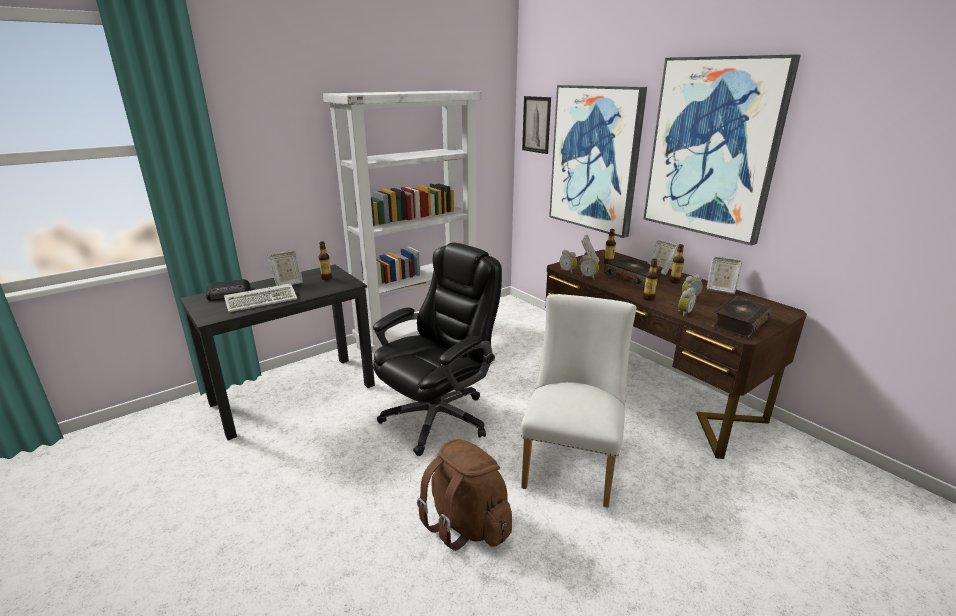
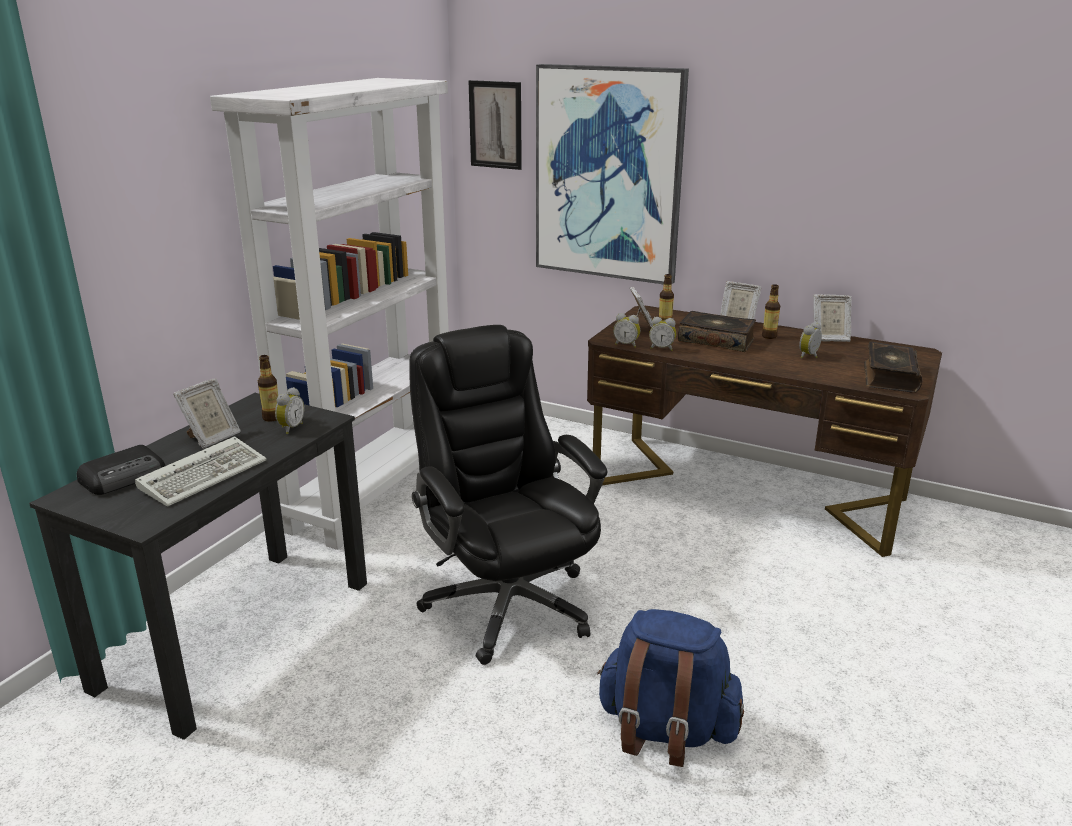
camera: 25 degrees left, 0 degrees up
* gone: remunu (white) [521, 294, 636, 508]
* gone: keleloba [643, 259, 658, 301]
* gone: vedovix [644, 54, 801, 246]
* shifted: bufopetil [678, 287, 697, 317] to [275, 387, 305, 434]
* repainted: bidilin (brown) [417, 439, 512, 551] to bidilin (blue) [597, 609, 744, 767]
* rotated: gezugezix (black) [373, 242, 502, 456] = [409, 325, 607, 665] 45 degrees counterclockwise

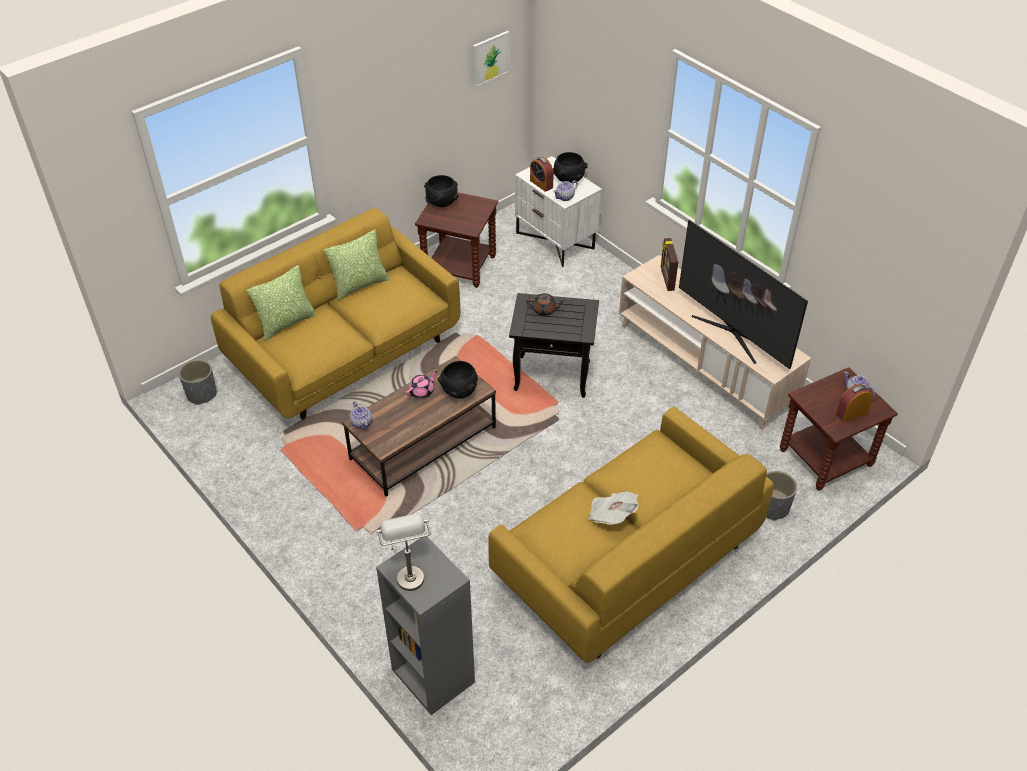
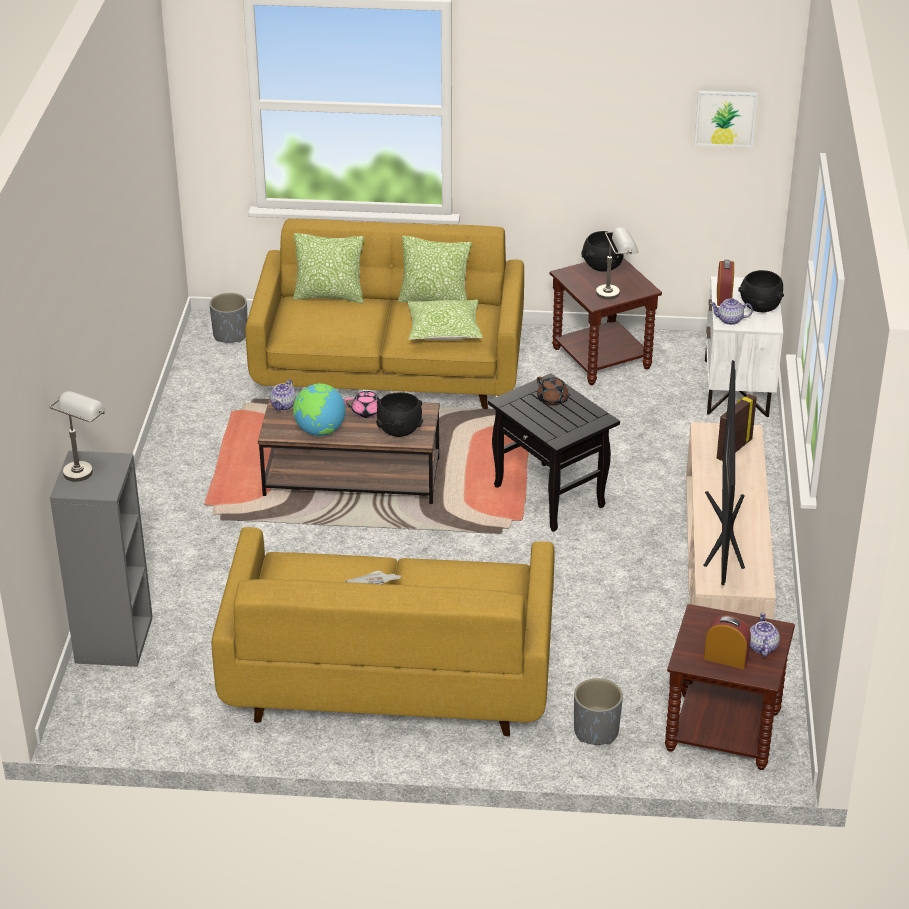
camera: 45 degrees right, 10 degrees down
* new: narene [293, 383, 346, 436]
* new: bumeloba [408, 300, 483, 340]
* new: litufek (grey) [596, 227, 639, 300]

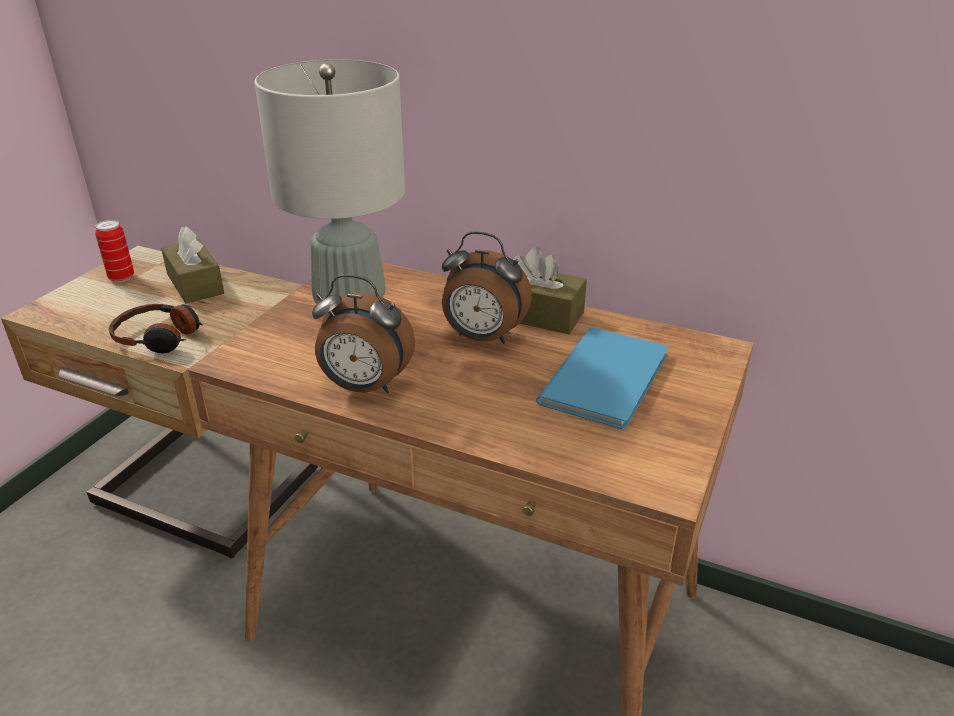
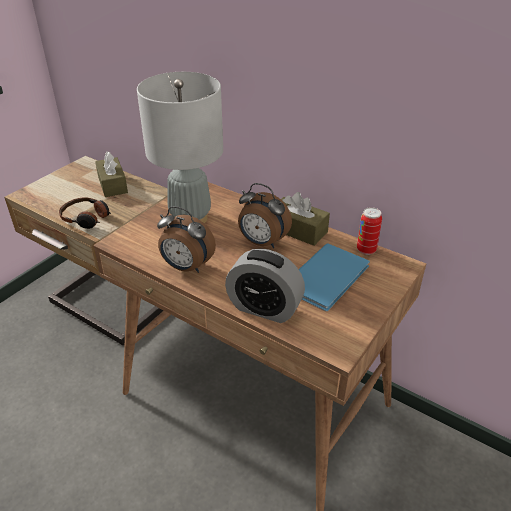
camera: 10 degrees right, 5 degrees up
* new: bufopetil [225, 249, 305, 323]
* shifted: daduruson [95, 220, 134, 282] to [357, 207, 382, 255]

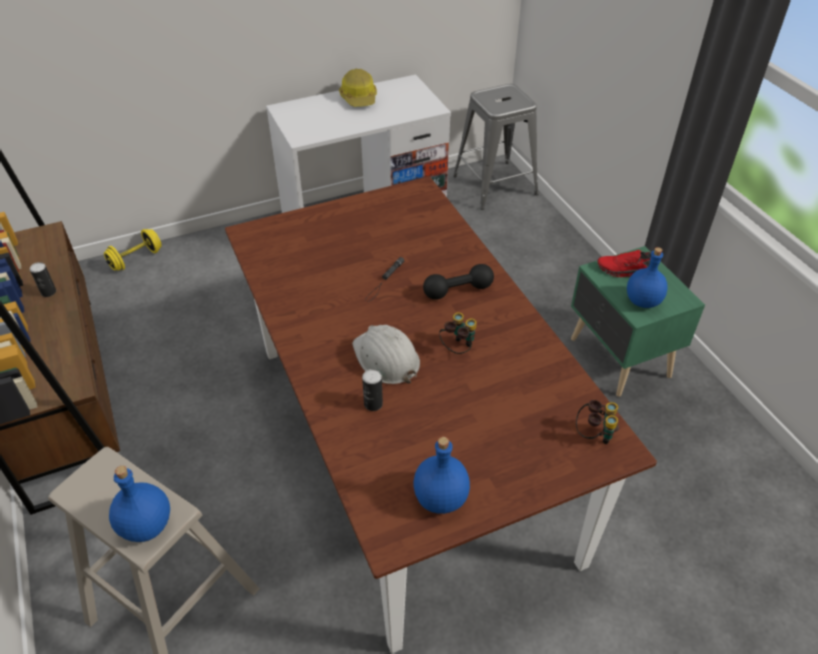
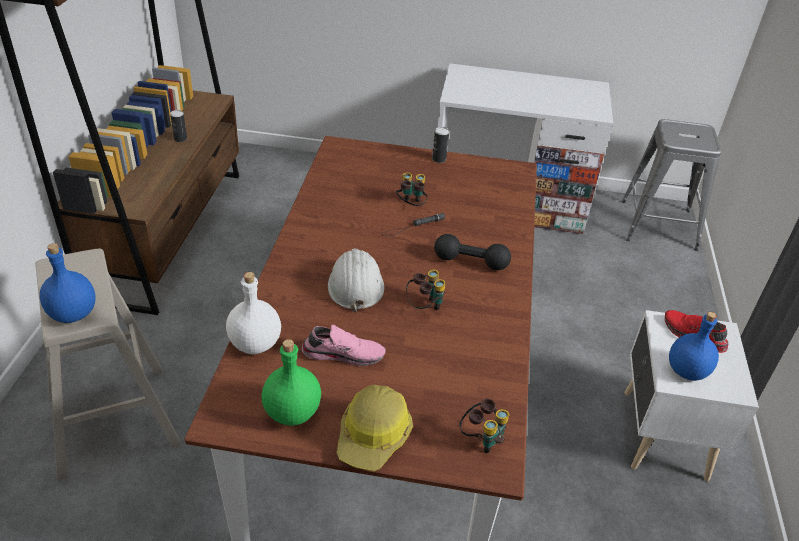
camera: 30 degrees right, 5 degrees down
* gone: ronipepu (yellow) [104, 229, 162, 271]
* new: keleloba (white) [226, 272, 281, 354]
* new: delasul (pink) [302, 325, 386, 366]
* new: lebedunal [396, 172, 428, 206]
* shifted: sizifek [339, 68, 377, 107] to [336, 385, 413, 471]
* shifted: daduruson [362, 369, 383, 411] to [432, 127, 449, 163]
* repainted: keleloba (blue) [414, 437, 470, 514] to keleloba (green) [261, 339, 321, 426]
* repainted: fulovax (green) [571, 246, 705, 397] to fulovax (white) [624, 310, 759, 482]

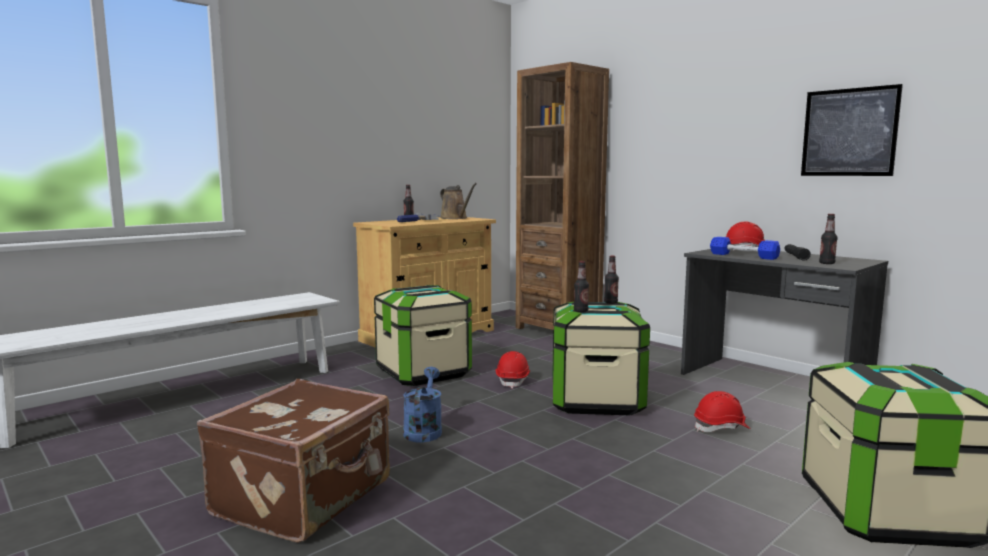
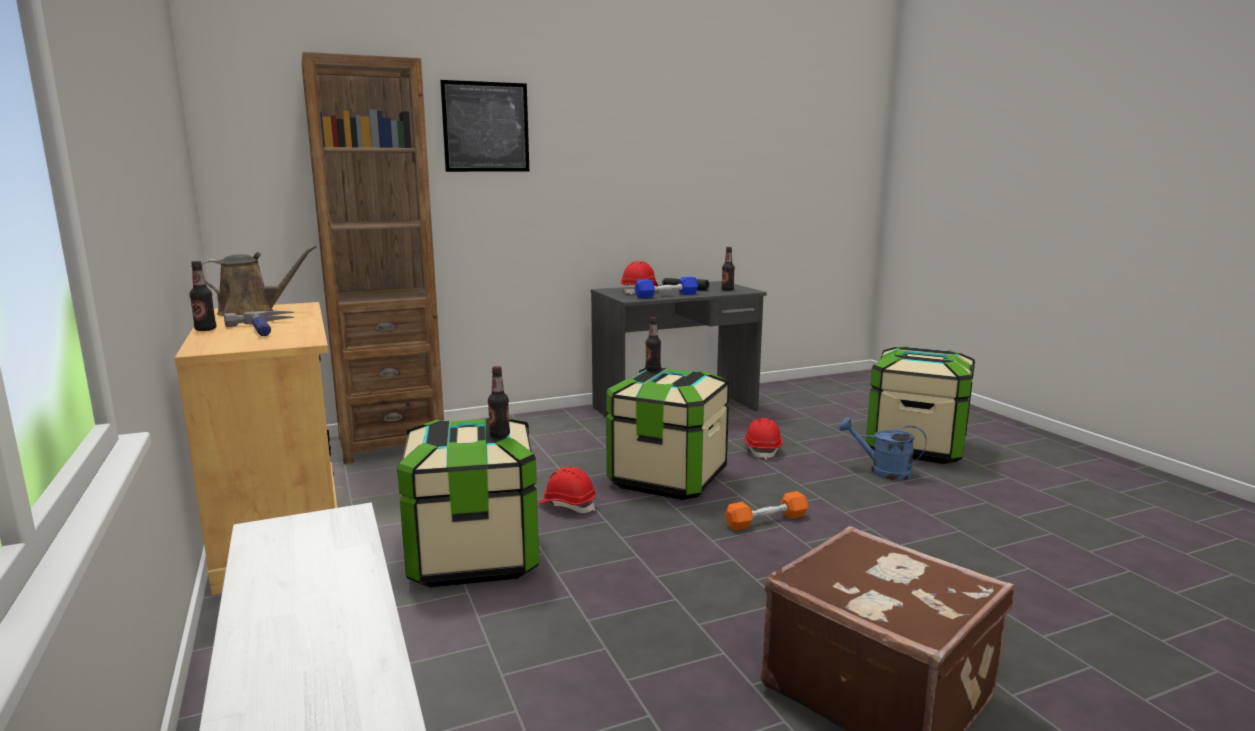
camera: 70 degrees left, 5 degrees up
* new: ronipepu (orange) [725, 491, 808, 531]
* shifted: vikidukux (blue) [403, 367, 442, 443] to [839, 417, 927, 481]
* shifted: keleloba [574, 261, 589, 312] to [488, 366, 510, 438]
* shifted: vedovix [801, 84, 903, 176] to [440, 80, 529, 172]

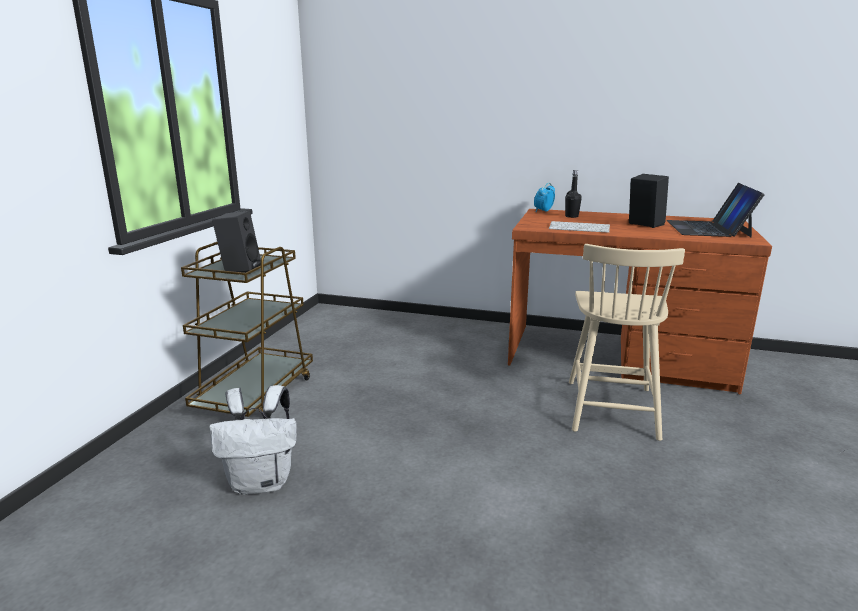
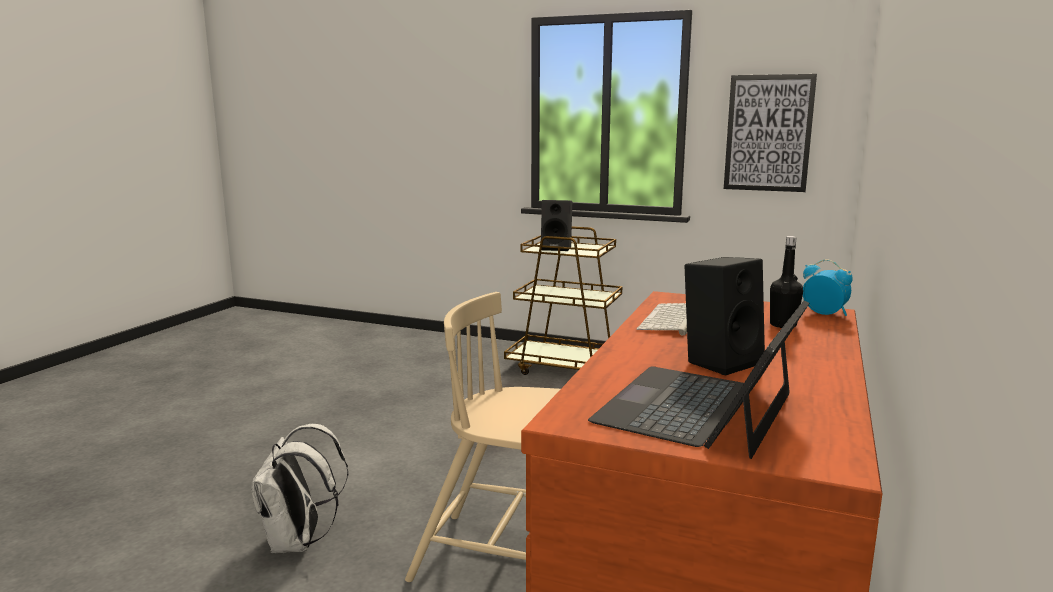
camera: 95 degrees right, 5 degrees down
* new: vedovix [724, 74, 817, 192]
* shifted: bidilin (white) [209, 385, 297, 495] to [251, 424, 349, 553]
* rotated: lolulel [667, 183, 765, 237] = [588, 300, 810, 459] 75 degrees counterclockwise

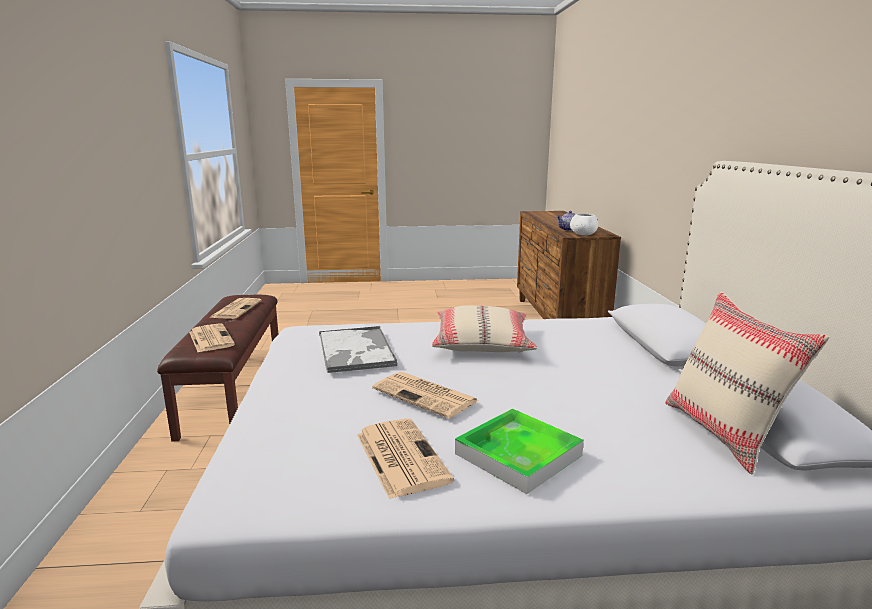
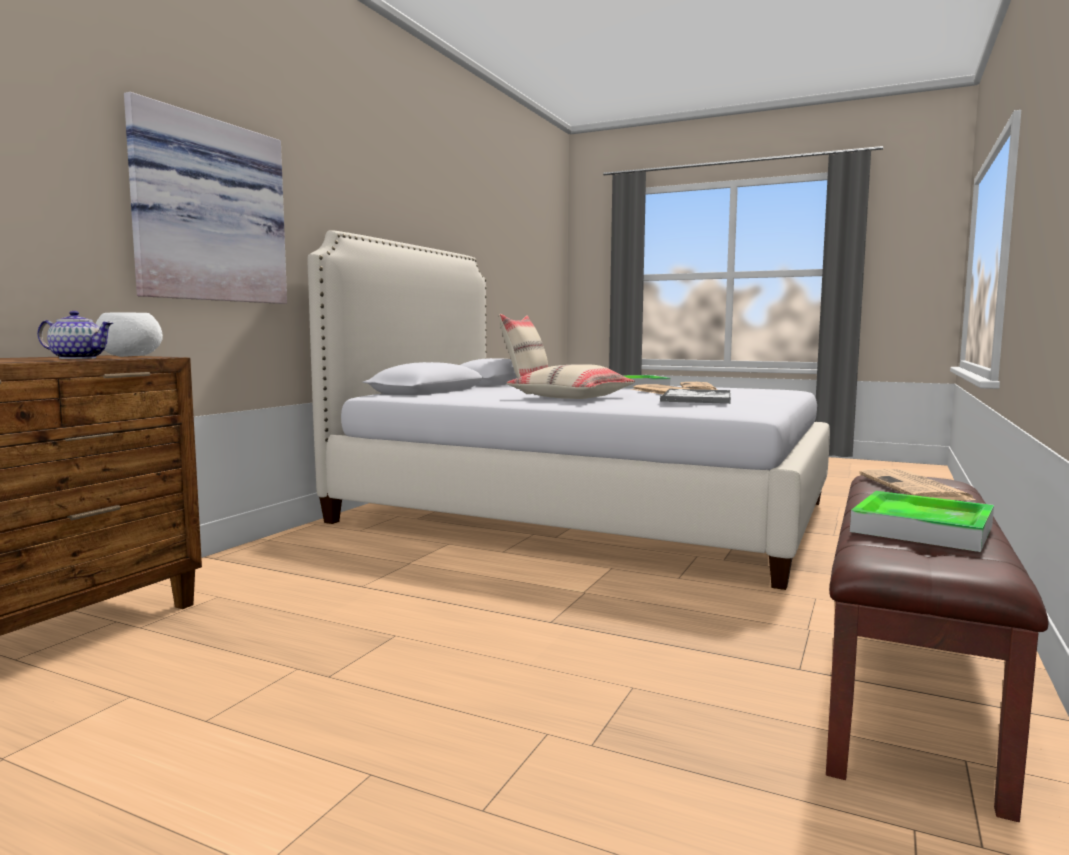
camera: 150 degrees left, 10 degrees down
* new: vedovix [124, 92, 287, 304]
* swapped: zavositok [210, 298, 262, 319] to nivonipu [850, 491, 994, 552]

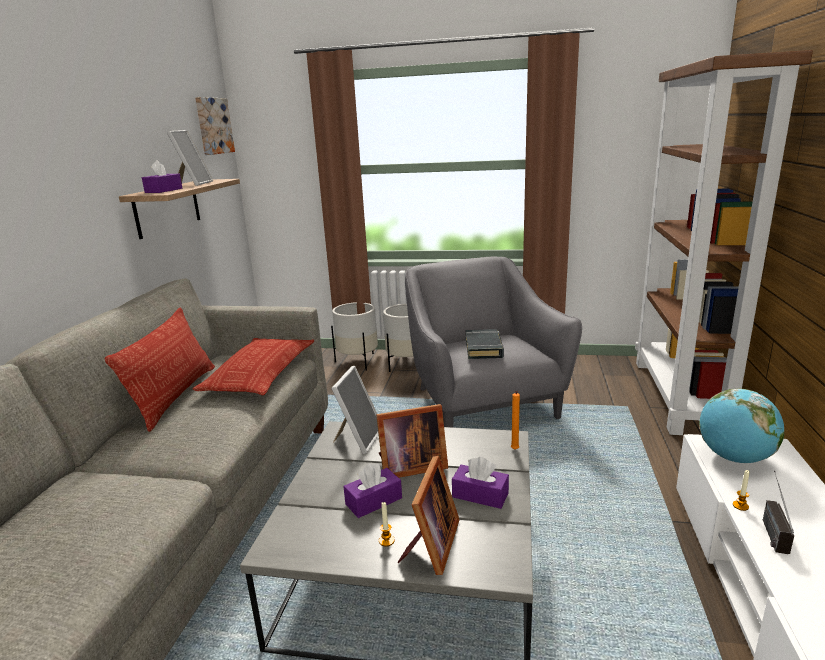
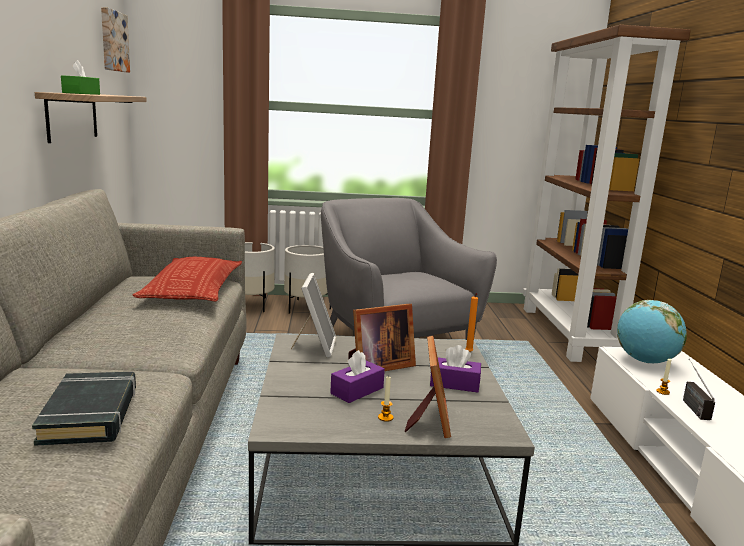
camera: 15 degrees left, 5 degrees down
* gone: bumeloba [105, 307, 215, 432]
* gone: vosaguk [167, 130, 213, 186]
* shifted: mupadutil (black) [465, 329, 504, 359] to [32, 372, 136, 446]
* repainted: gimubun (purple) [142, 160, 182, 193] to gimubun (green) [61, 60, 100, 95]

